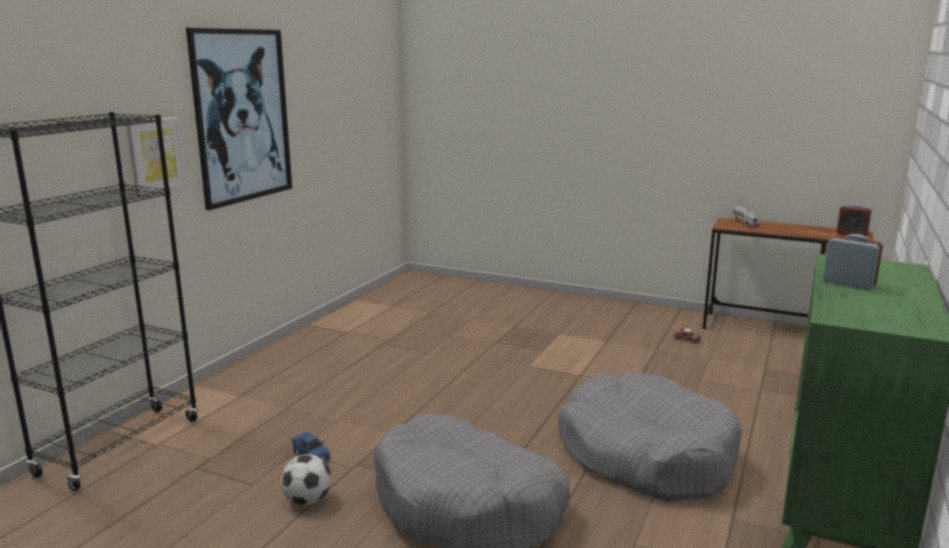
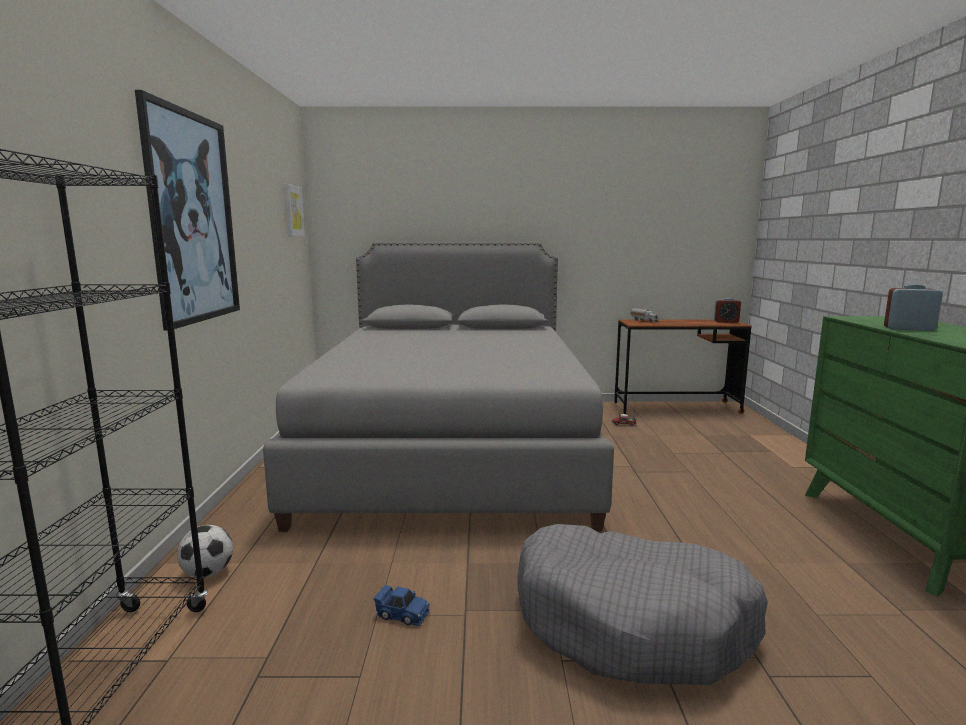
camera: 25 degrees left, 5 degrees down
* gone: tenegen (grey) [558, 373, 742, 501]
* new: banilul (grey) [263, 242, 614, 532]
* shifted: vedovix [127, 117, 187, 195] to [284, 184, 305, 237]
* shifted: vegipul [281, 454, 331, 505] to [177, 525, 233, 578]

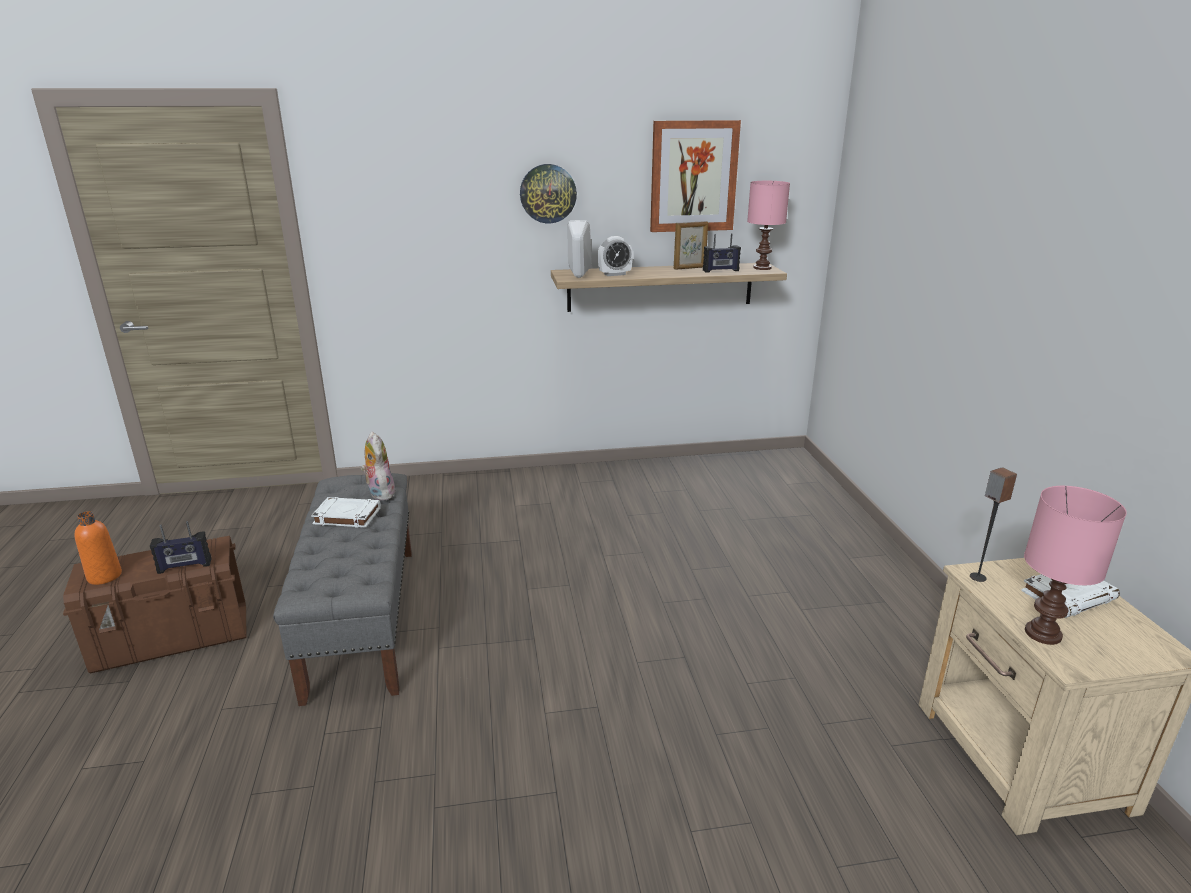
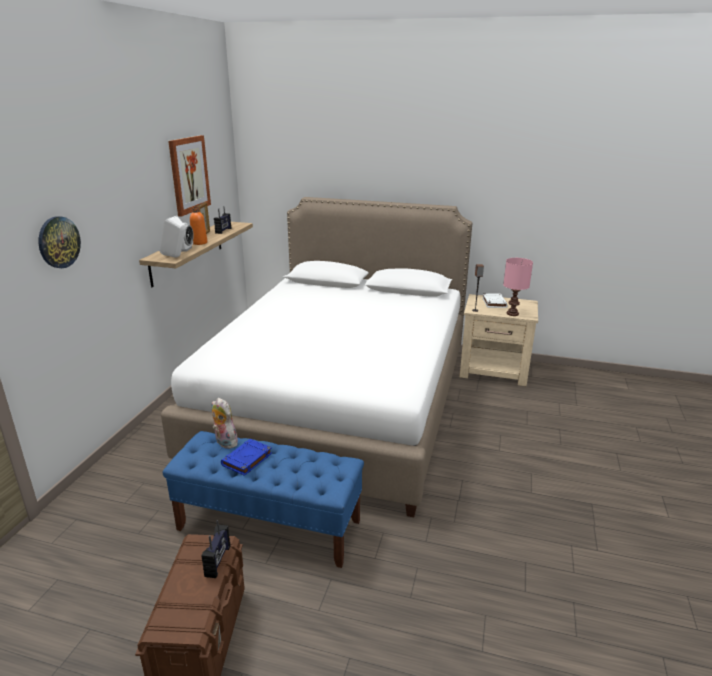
camera: 65 degrees left, 0 degrees up
* gone: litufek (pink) [747, 181, 790, 270]
* new: banilul (white) [161, 197, 472, 517]
* shifted: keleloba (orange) [74, 511, 122, 585] to [190, 207, 207, 245]
* shifted: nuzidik [520, 164, 577, 224] to [39, 216, 81, 268]
* repainted: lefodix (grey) [273, 473, 412, 706] to lefodix (blue) [163, 431, 364, 568]
* repainted: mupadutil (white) [311, 497, 381, 528] to mupadutil (blue) [221, 439, 272, 476]
* rotated: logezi [361, 432, 395, 500] = [212, 398, 238, 449] 45 degrees clockwise

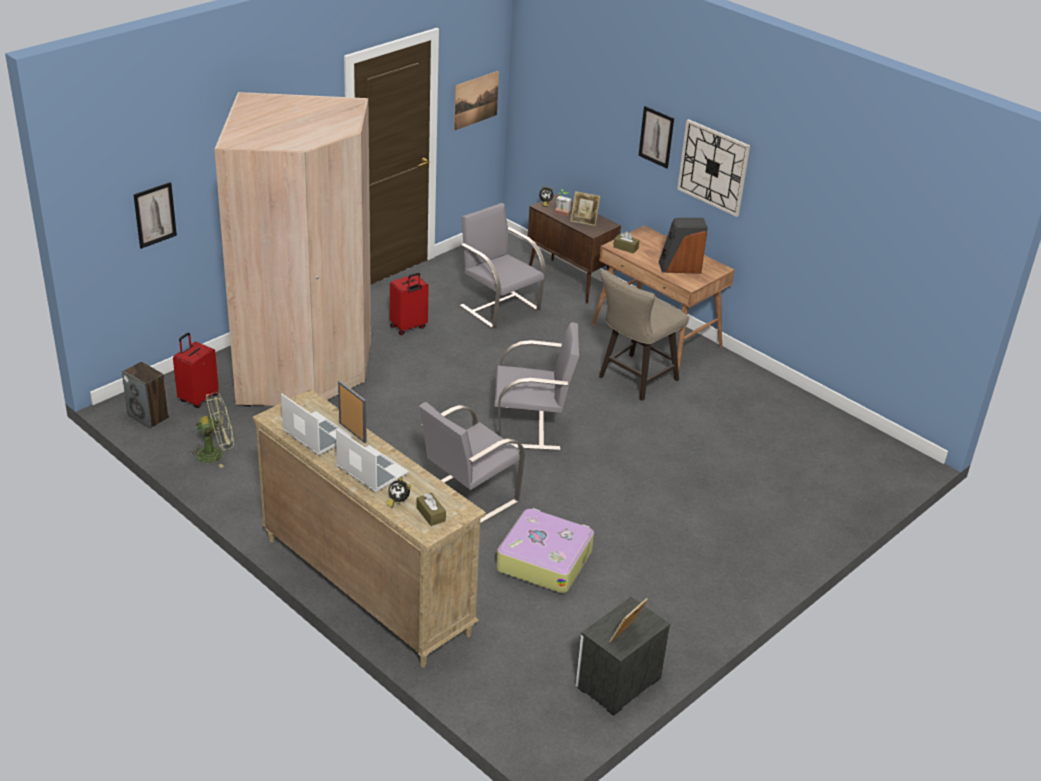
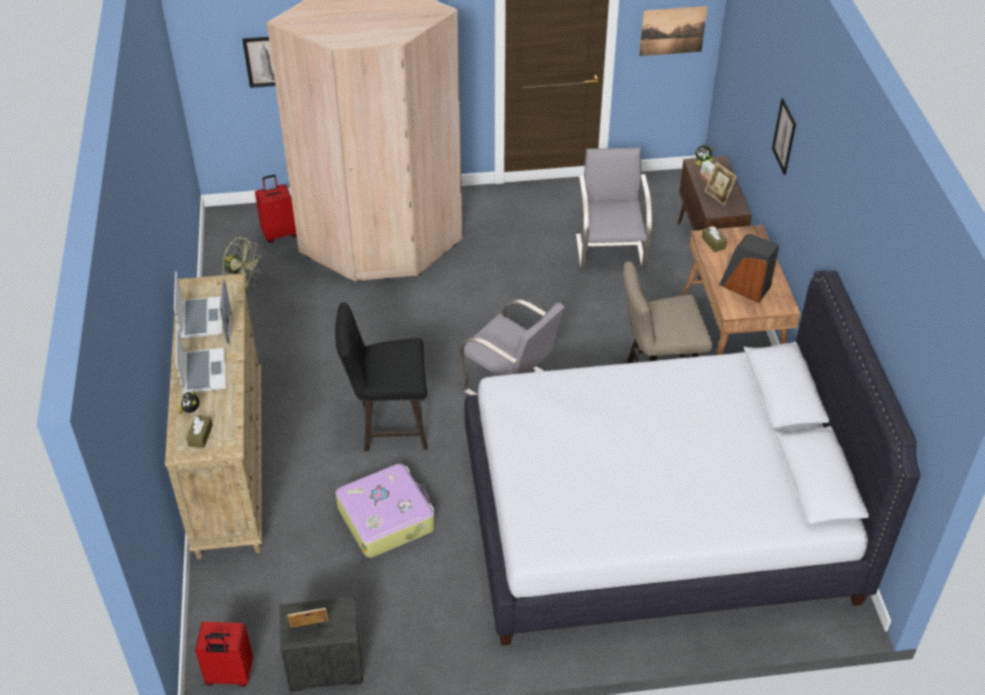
camera: 40 degrees right, 10 degrees up
* gone: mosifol [122, 362, 169, 428]
* gone: nuzidik [677, 119, 750, 217]
* new: banilul (white) [464, 271, 921, 646]
* shifted: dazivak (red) [390, 273, 429, 335] to [195, 622, 253, 687]
* swapped: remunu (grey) [419, 402, 525, 524] to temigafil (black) [335, 302, 428, 451]

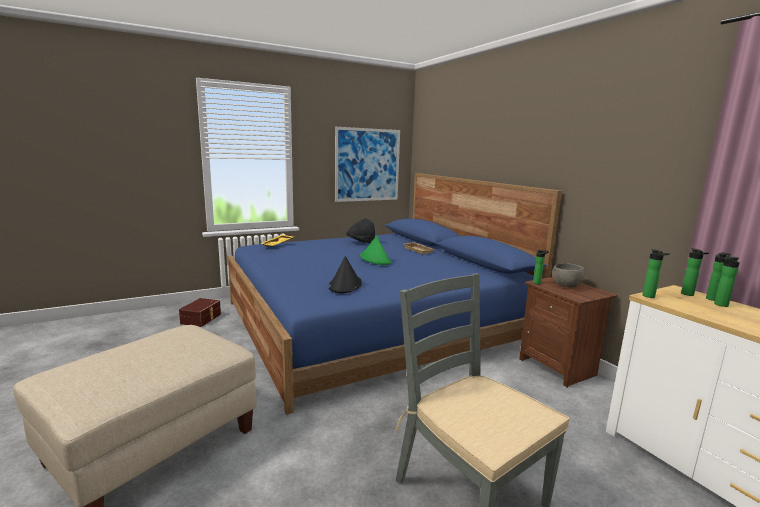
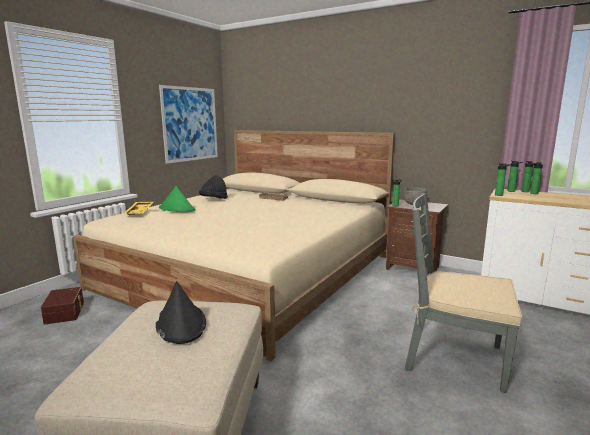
camera: 30 degrees left, 0 degrees up
* shifted: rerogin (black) [329, 256, 362, 294] to [156, 281, 206, 344]
* shifted: rerogin (green) [360, 236, 391, 265] to [159, 186, 195, 212]
* repainted: banilul (blue) [228, 173, 562, 415] to banilul (beige) [73, 130, 395, 361]

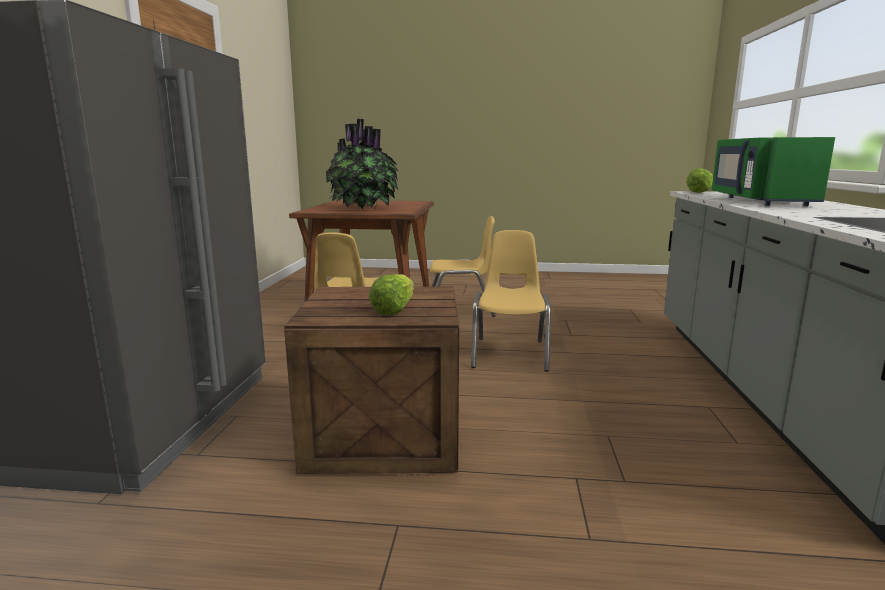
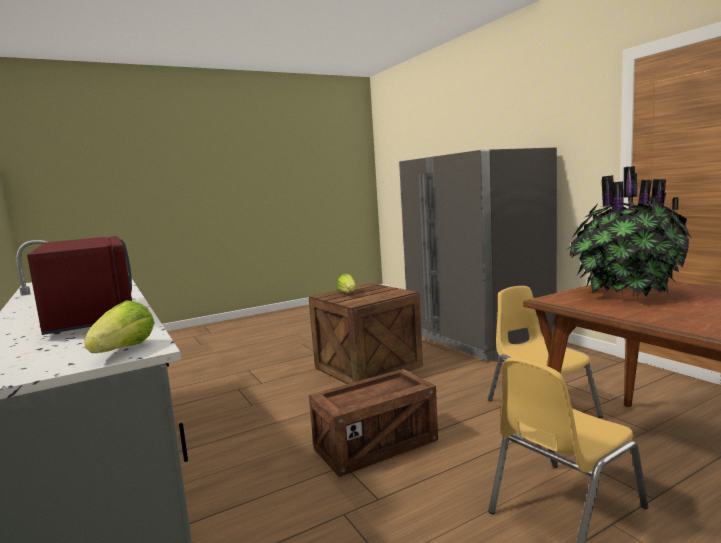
camera: 145 degrees right, 5 degrees down
* swapped: remunu (yellow) [471, 230, 551, 372] to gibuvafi [309, 369, 438, 477]
* repainted: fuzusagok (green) [712, 137, 835, 206] to fuzusagok (red) [27, 236, 132, 335]

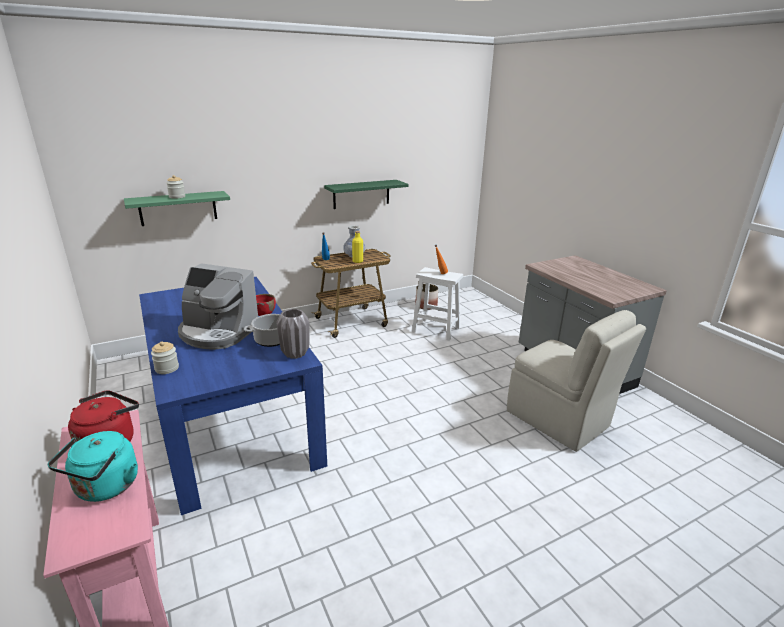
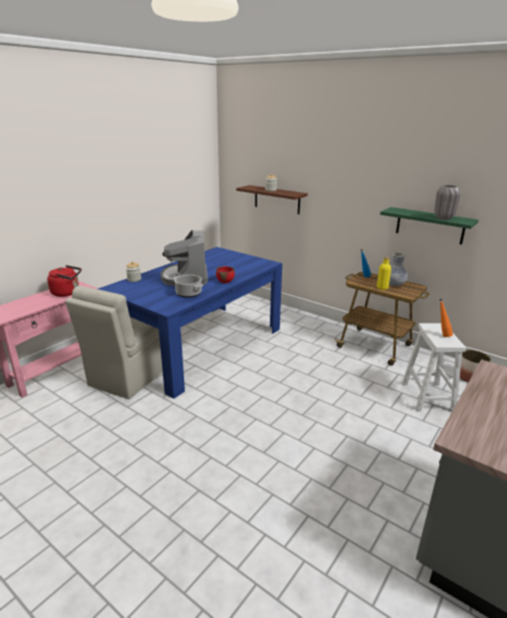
camera: 65 degrees right, 0 degrees up
* gone: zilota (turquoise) [48, 431, 138, 502]
* shifted: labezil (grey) [276, 309, 310, 359] to [435, 185, 461, 220]
* shifted: remunu (beige) [507, 310, 646, 452] to [65, 286, 163, 399]
* repainted: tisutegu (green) [124, 191, 230, 226] to tisutegu (brown) [236, 185, 308, 214]

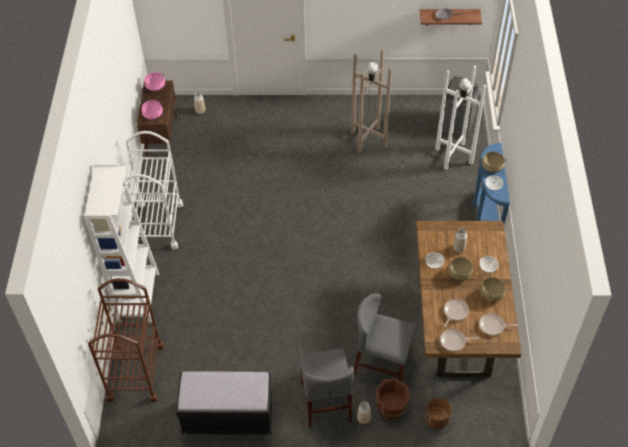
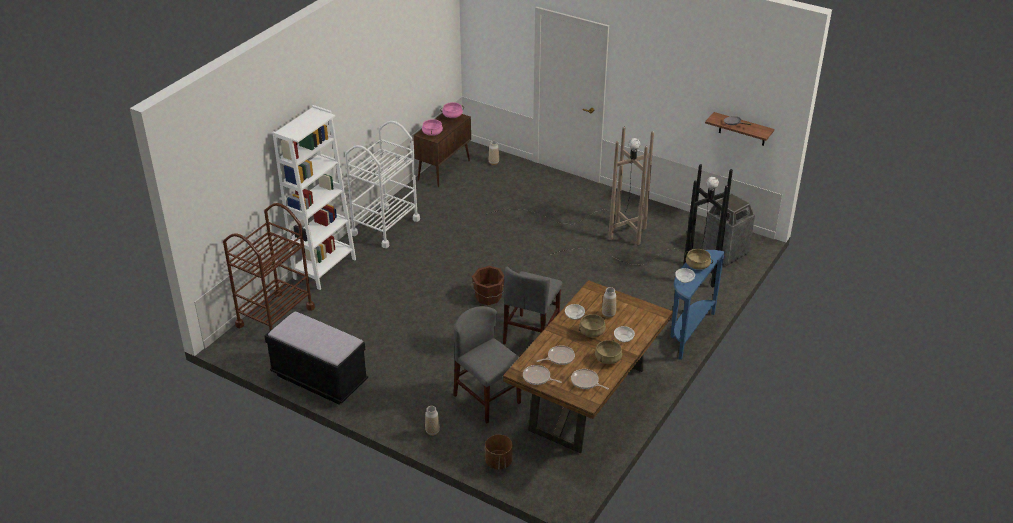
camera: 30 degrees right, 15 degrees down
* shifted: remunu (grey) [299, 348, 354, 428] to [503, 267, 563, 344]
* shifted: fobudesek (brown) [376, 378, 410, 419] to [472, 266, 504, 305]
* repainted: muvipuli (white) [323, 65, 486, 189] to muvipuli (black) [550, 164, 733, 287]

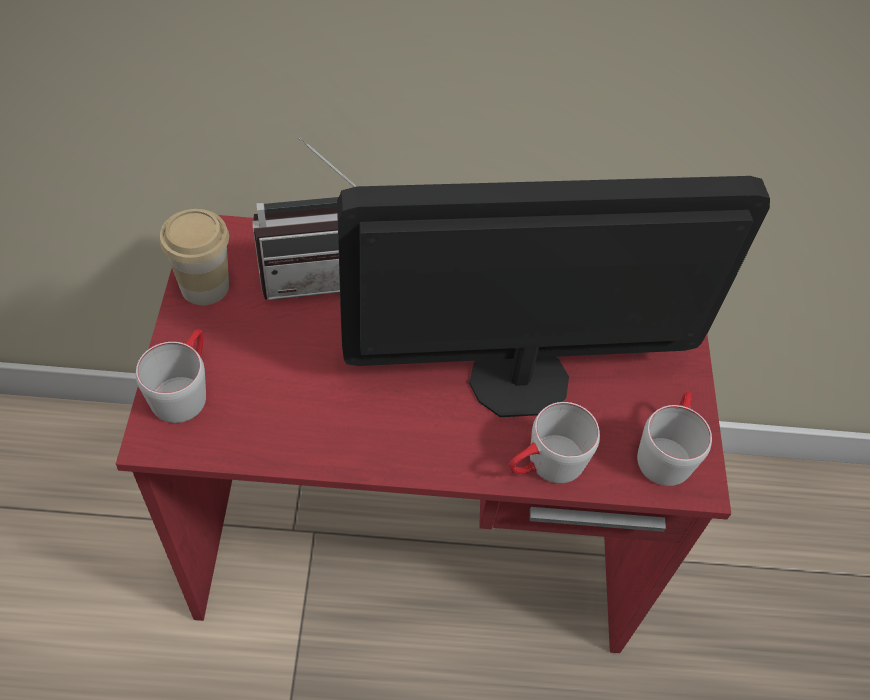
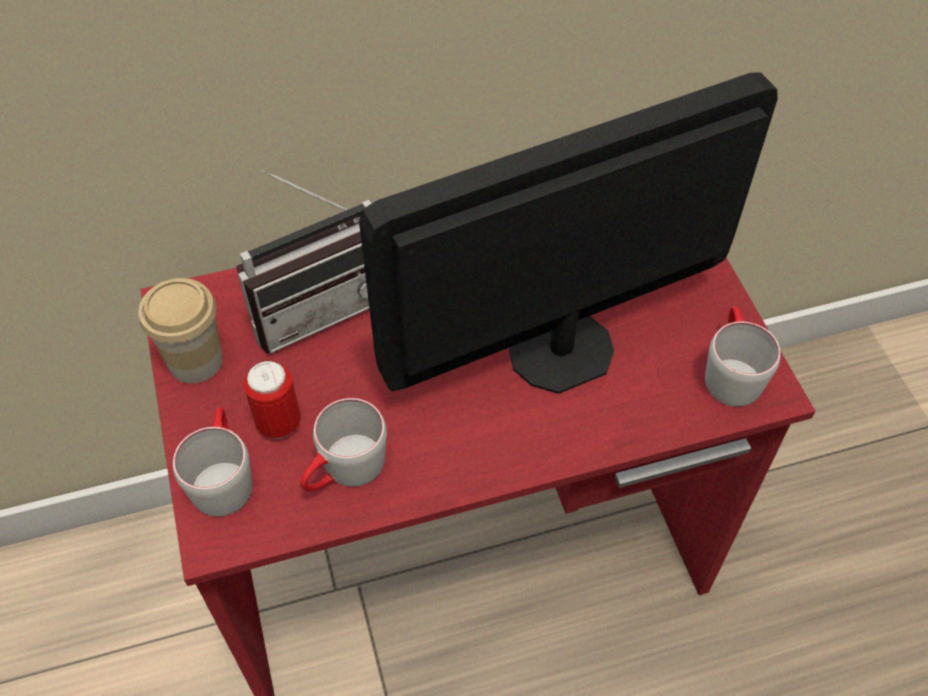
camera: 15 degrees left, 0 degrees up
* new: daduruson [243, 360, 301, 439]
* shifted: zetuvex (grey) [509, 402, 600, 483] to [300, 398, 387, 491]

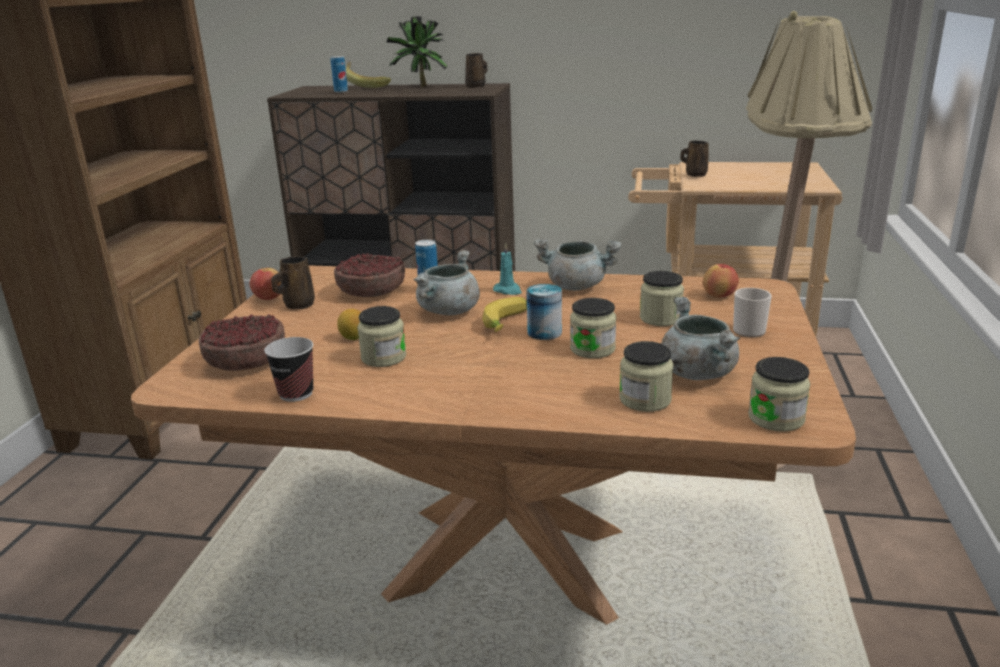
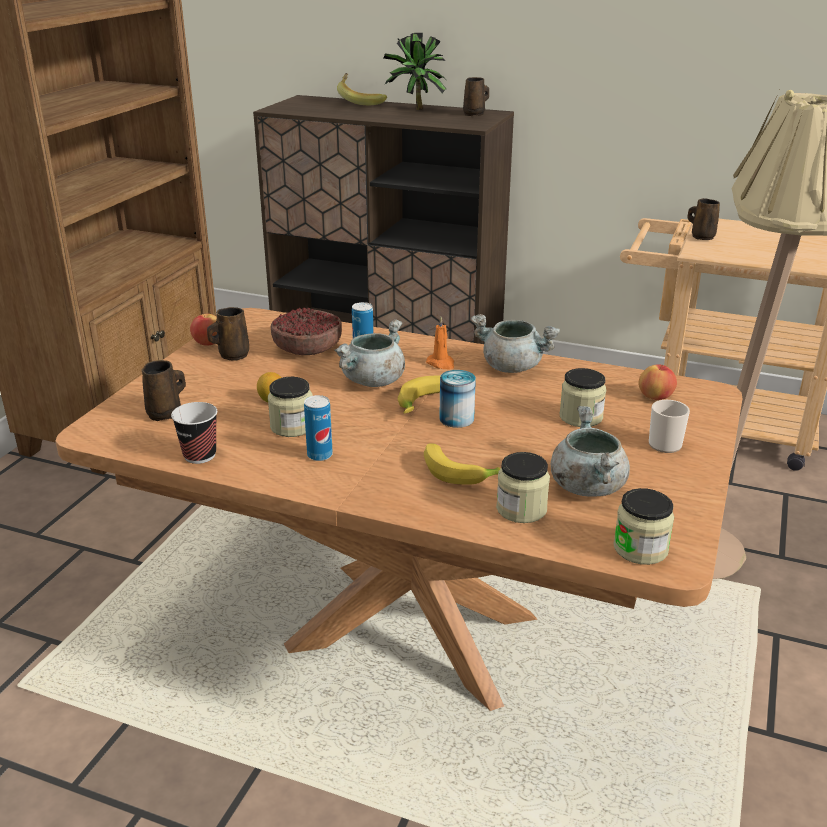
camera: 10 degrees right, 5 degrees up
* gone: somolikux [570, 298, 616, 358]
* new: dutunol [424, 443, 501, 485]
* shifted: daduruson [331, 56, 348, 93] to [304, 395, 333, 461]
* swapped: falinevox [199, 314, 285, 371] to zetuvex (brown) [142, 360, 186, 421]
* repainted: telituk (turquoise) [493, 243, 522, 295] to telituk (orange) [426, 316, 454, 369]

